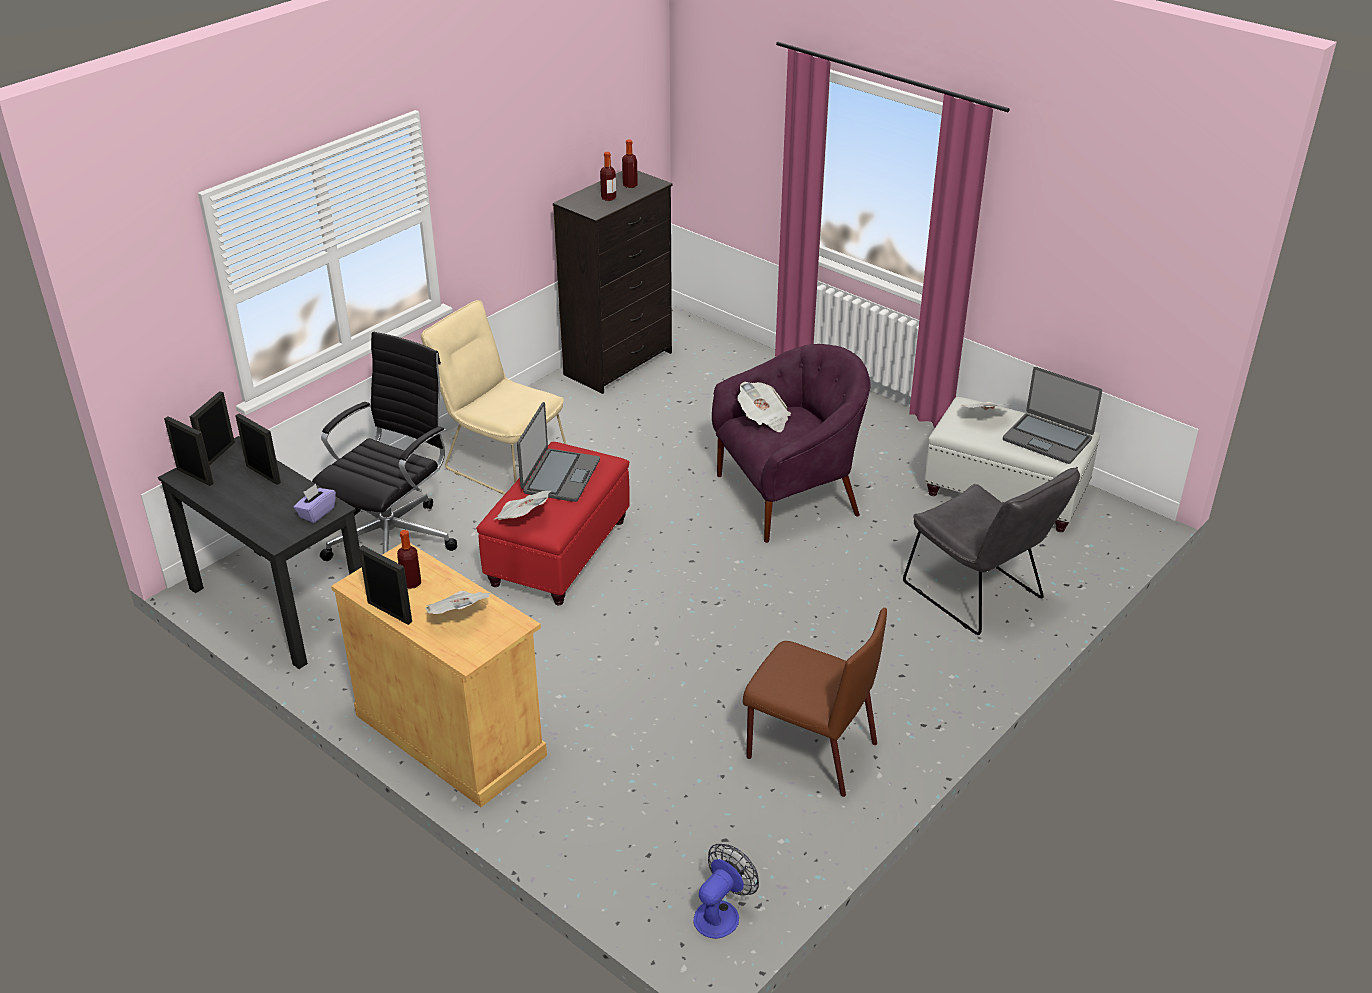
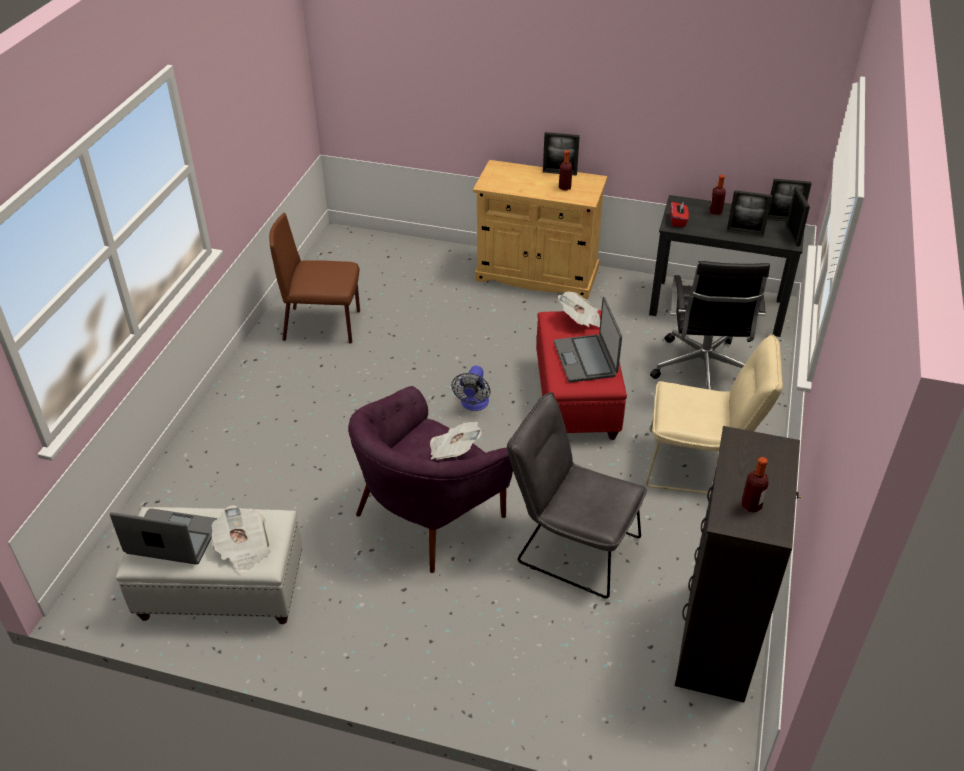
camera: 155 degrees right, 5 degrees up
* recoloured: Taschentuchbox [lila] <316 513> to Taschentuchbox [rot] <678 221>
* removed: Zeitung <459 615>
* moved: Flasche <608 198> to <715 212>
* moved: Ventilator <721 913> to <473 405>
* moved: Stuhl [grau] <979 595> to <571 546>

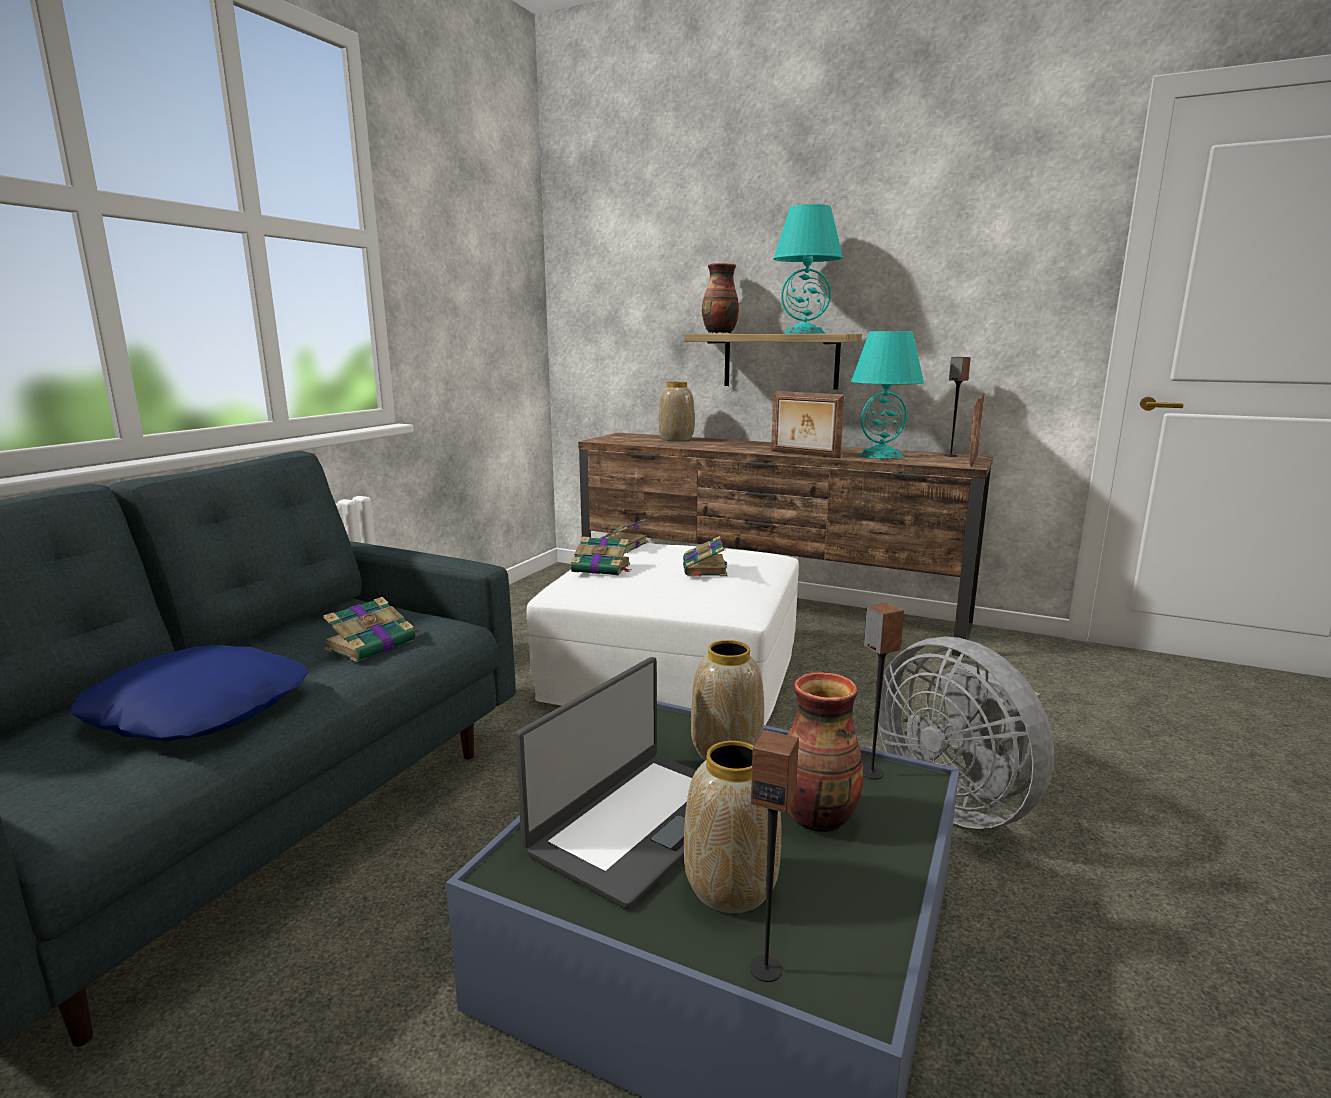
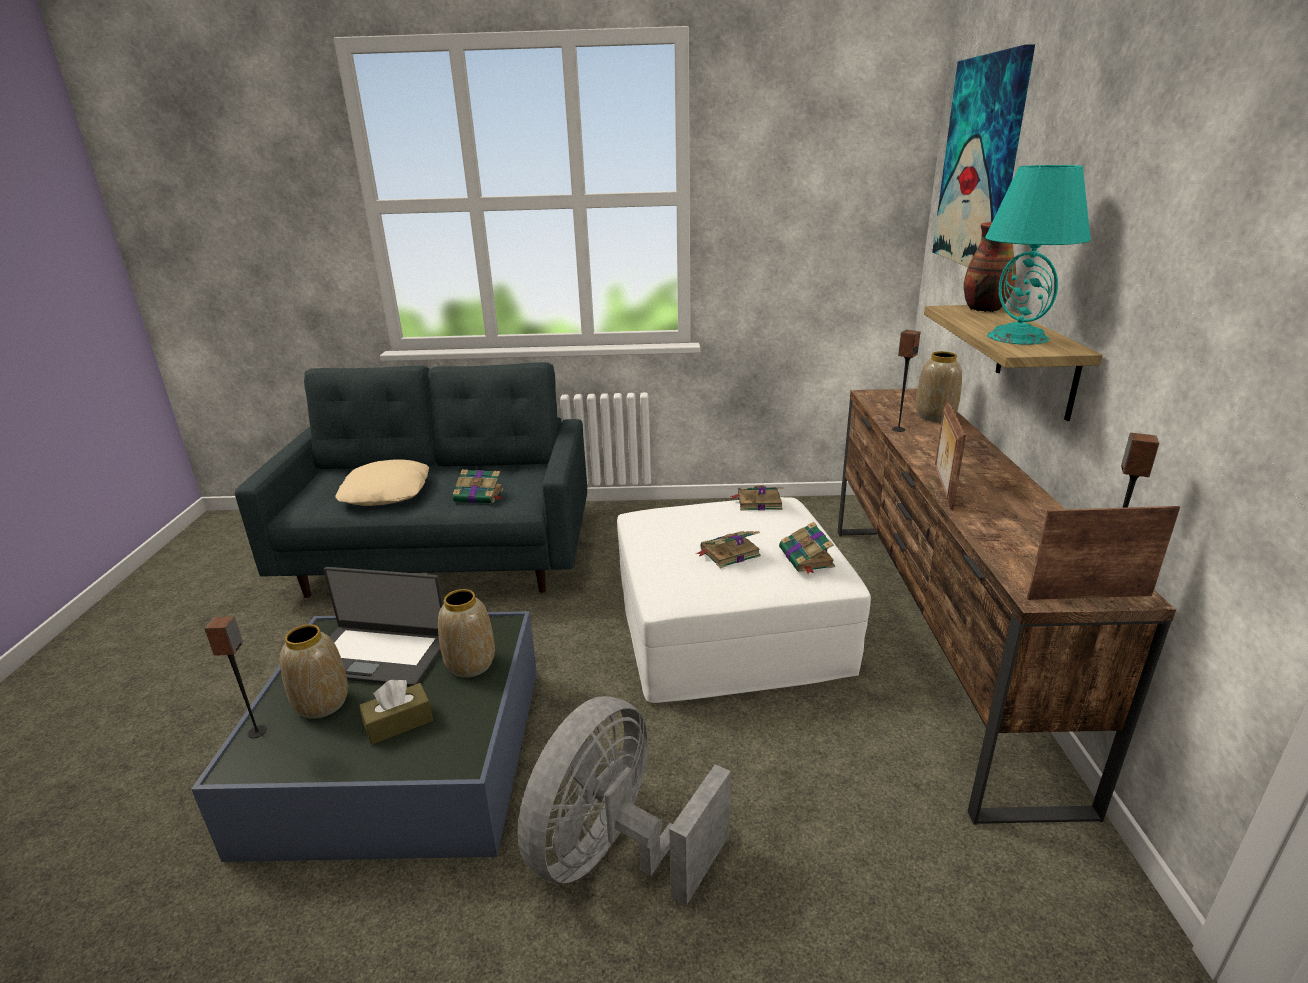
camera: 65 degrees right, 10 degrees up
* recoloured: Kissen [blau] <200 709> to Kissen [beige] <387 492>
* moved: Buch <602 568> to <807 558>
* replaced: Vase <819 818> to Taschentuchbox [braun] <399 723>
* removed: Tischlampe [türkis] <881 455>
* moved: Lautsprecher <871 773> to <898 429>
* added: Bild <980 163>

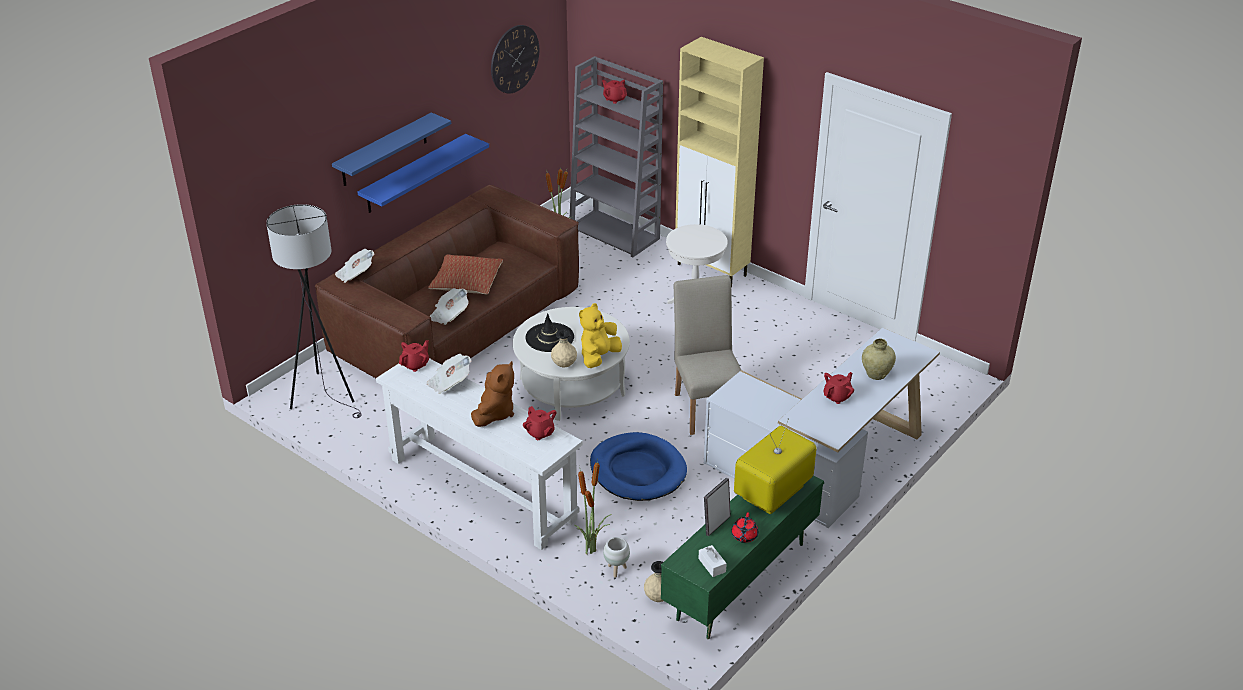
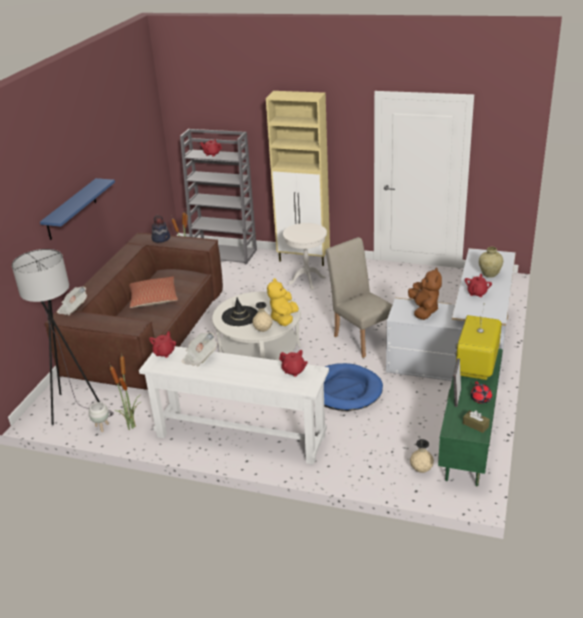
camera: 20 degrees left, 5 degrees down
* removed: Wandregal [blau] <414 174>
* removed: Zeitung <449 315>
* moved: Plüschtier [braun] <495 413> to <424 310>
* removed: Wanduhr <514 59>
* moved: Topfpflanze <592 549> to <132 426>
* moved: Pflanzkübel [weiß] <616 570> to <102 427>
* recoloured: Taschentuchbox [weiß] <712 565> to Taschentuchbox [braun] <475 425>
* added: Hut <161 238>

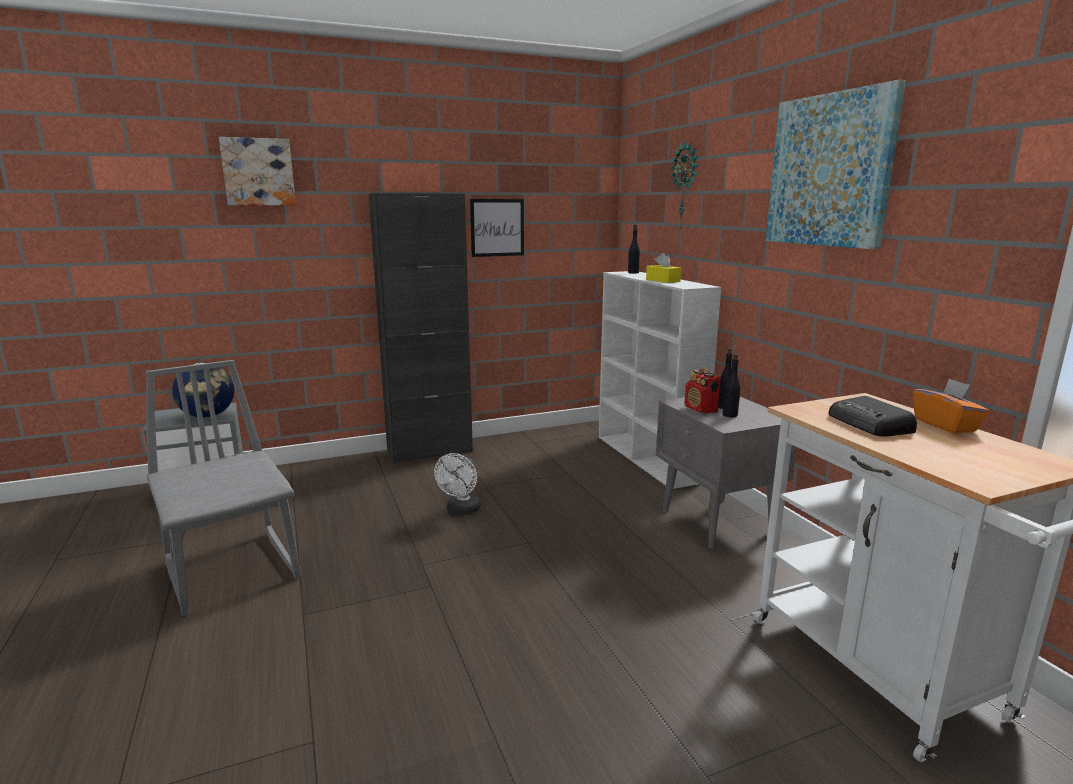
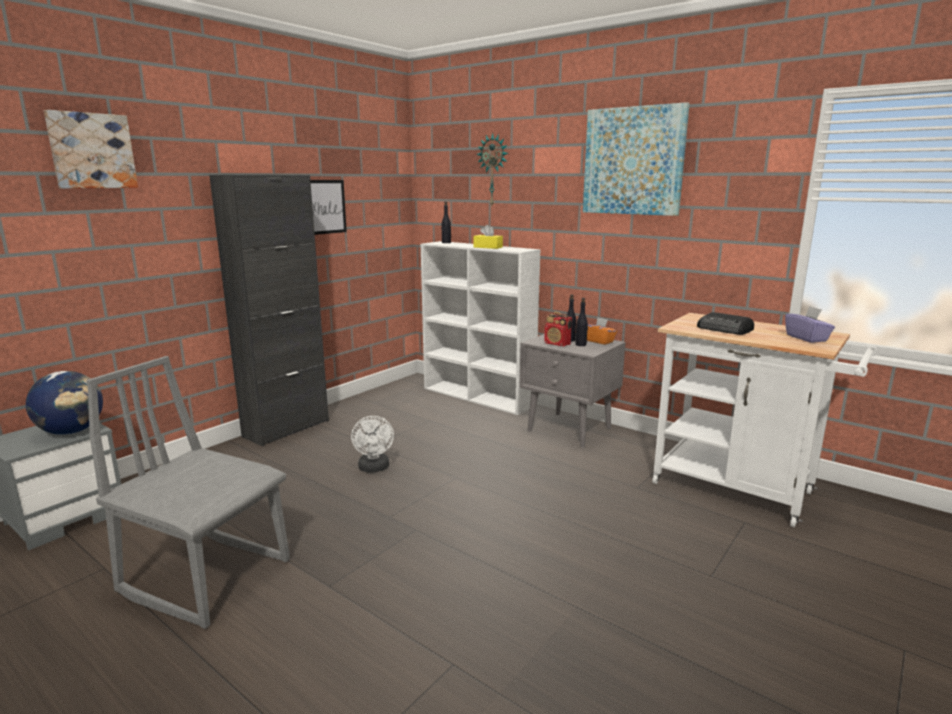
camera: 30 degrees left, 0 degrees up
* moved: Taschentuchbox [orange] <945 425> to <599 341>
* added: Taschentuchbox [lila] <806 338>

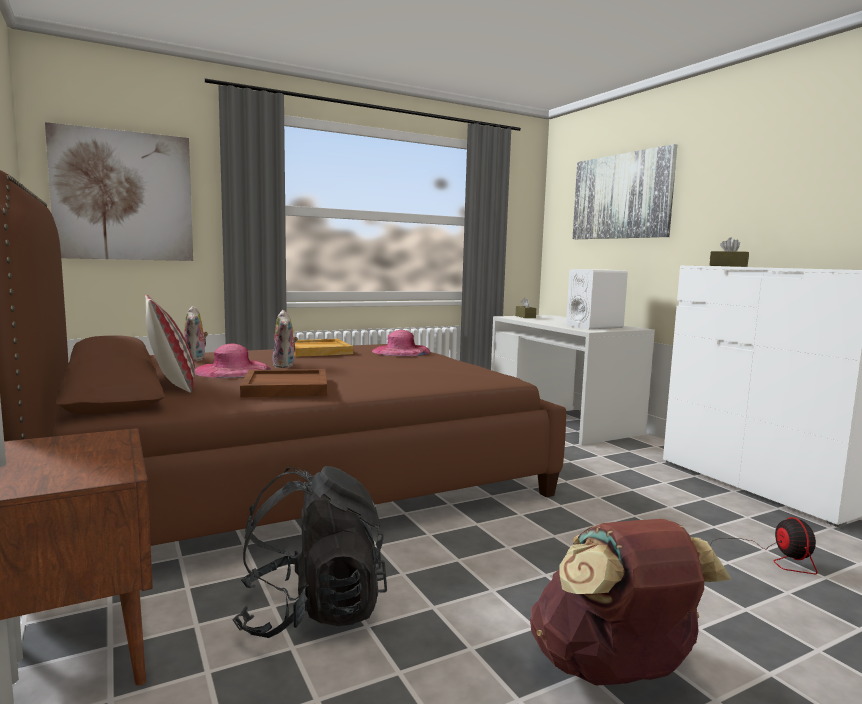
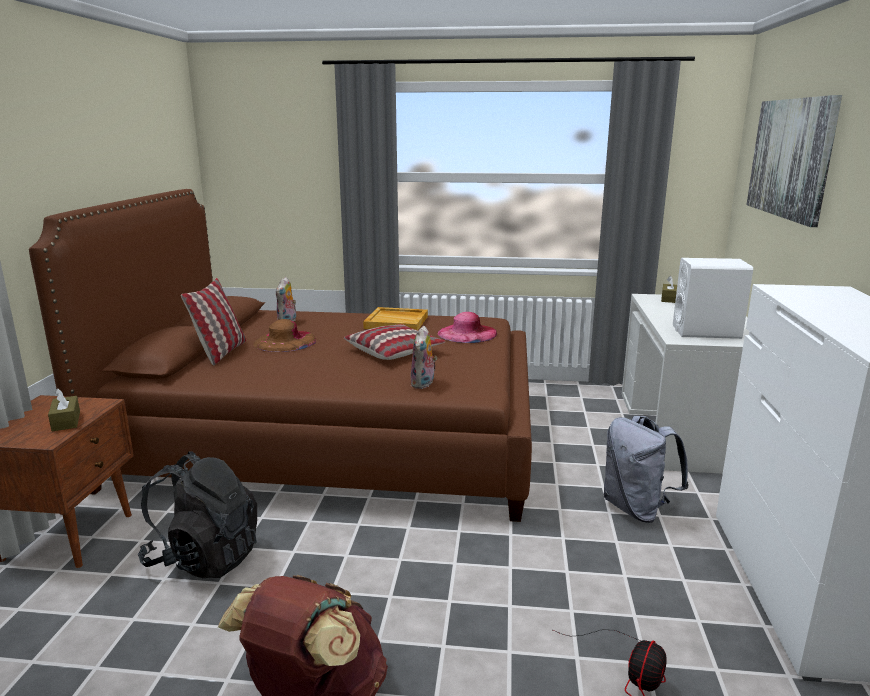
camera: 35 degrees right, 10 degrees up
* removed: Bild <123 196>
* recoloured: Hut [rosa] <232 370> to Hut [braun] <285 341>
* removed: Tablett [braun] <285 387>
* moved: Plüschtier <285 365> to <423 384>
* moved: Taschentuchbox [braun] <728 266> to <66 421>
* added: Kissen <394 351>
* added: Rucksack [grau] <637 509>

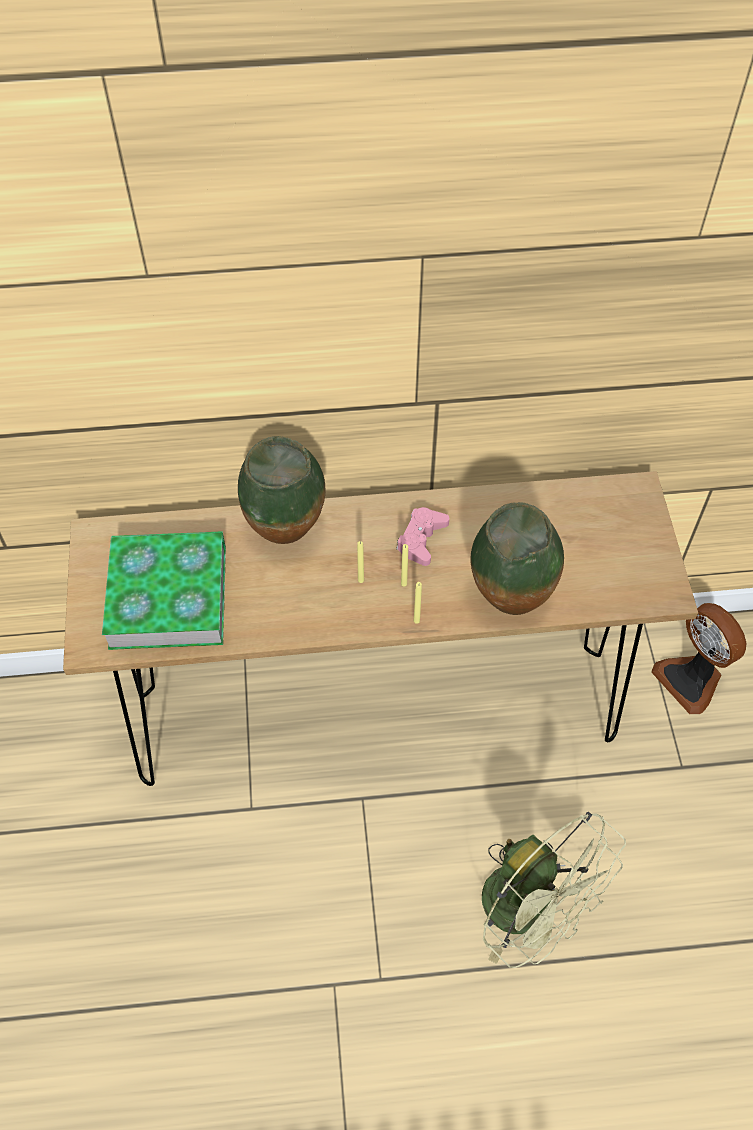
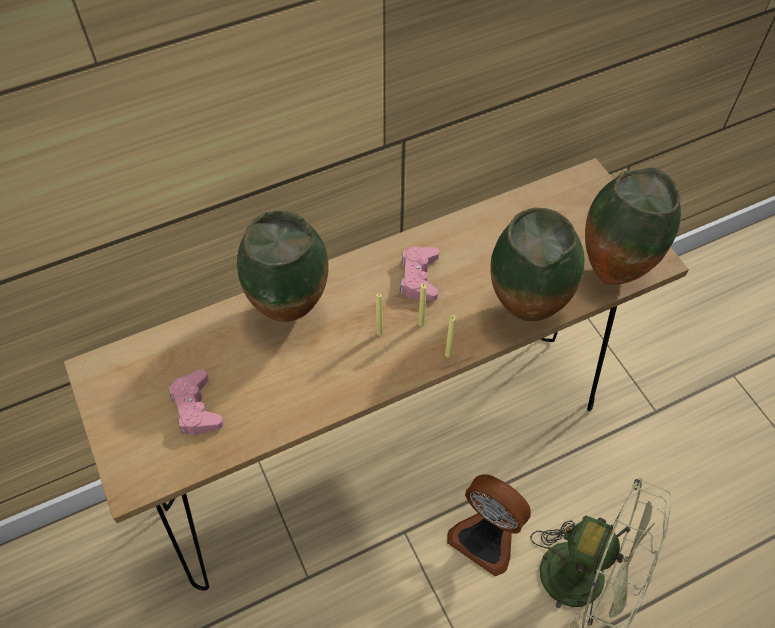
camera: 20 degrees left, 0 degrees up
* replaced: Buch <168 596> to Gamepad [rosa] <196 408>
* moved: Ventilator <691 679> to <486 537>
* added: Vase <611 272>

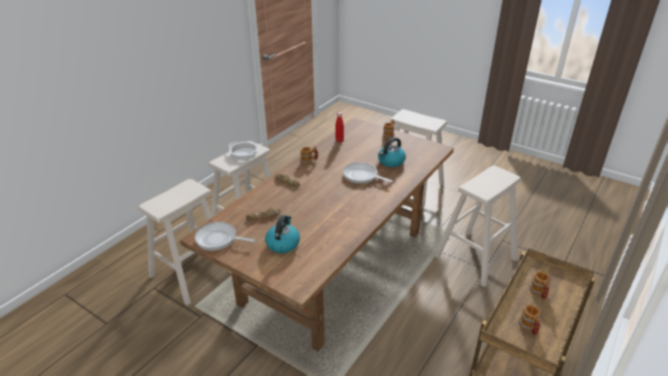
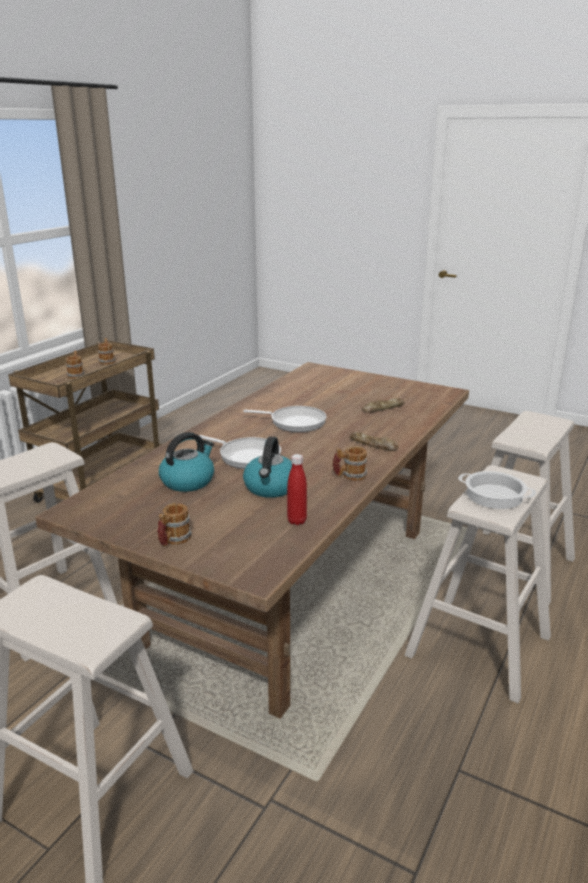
camera: 175 degrees right, 10 degrees down
* moved: Pfanne <218 239> to <294 422>
* moved: Wasserkessel <283 243> to <271 488>

